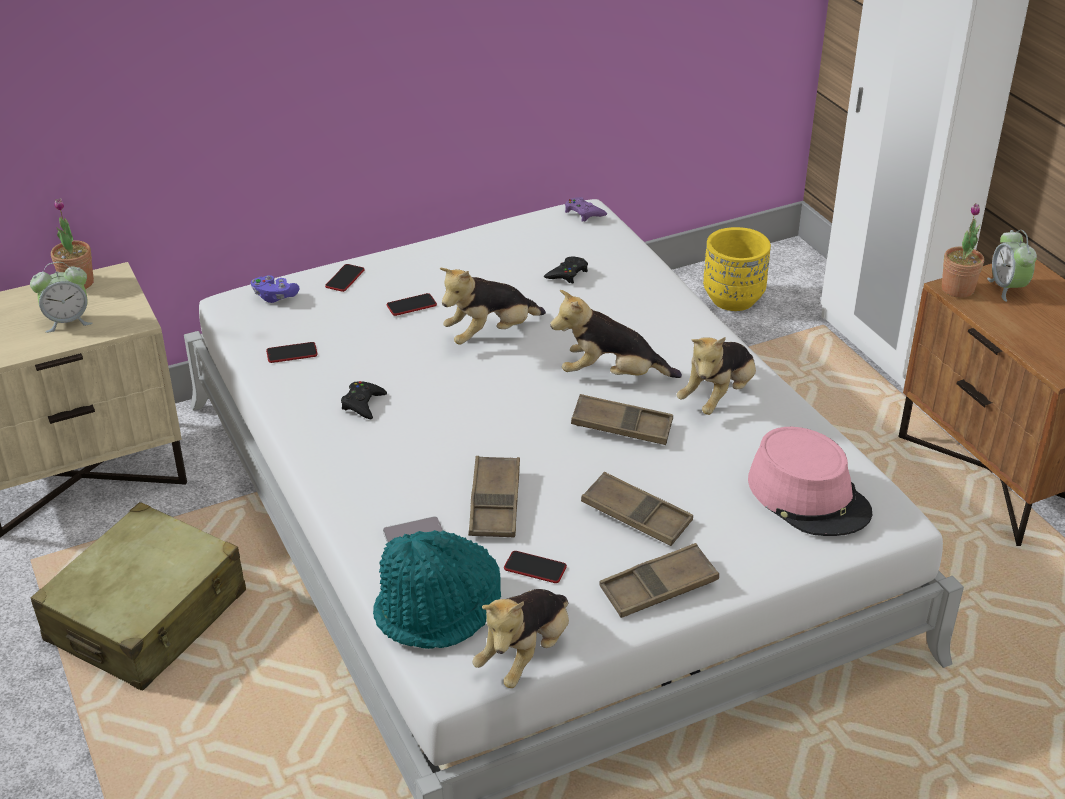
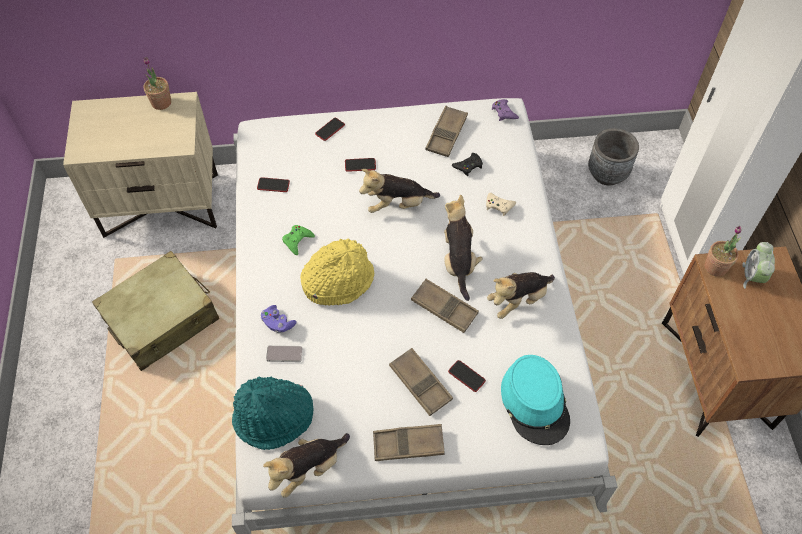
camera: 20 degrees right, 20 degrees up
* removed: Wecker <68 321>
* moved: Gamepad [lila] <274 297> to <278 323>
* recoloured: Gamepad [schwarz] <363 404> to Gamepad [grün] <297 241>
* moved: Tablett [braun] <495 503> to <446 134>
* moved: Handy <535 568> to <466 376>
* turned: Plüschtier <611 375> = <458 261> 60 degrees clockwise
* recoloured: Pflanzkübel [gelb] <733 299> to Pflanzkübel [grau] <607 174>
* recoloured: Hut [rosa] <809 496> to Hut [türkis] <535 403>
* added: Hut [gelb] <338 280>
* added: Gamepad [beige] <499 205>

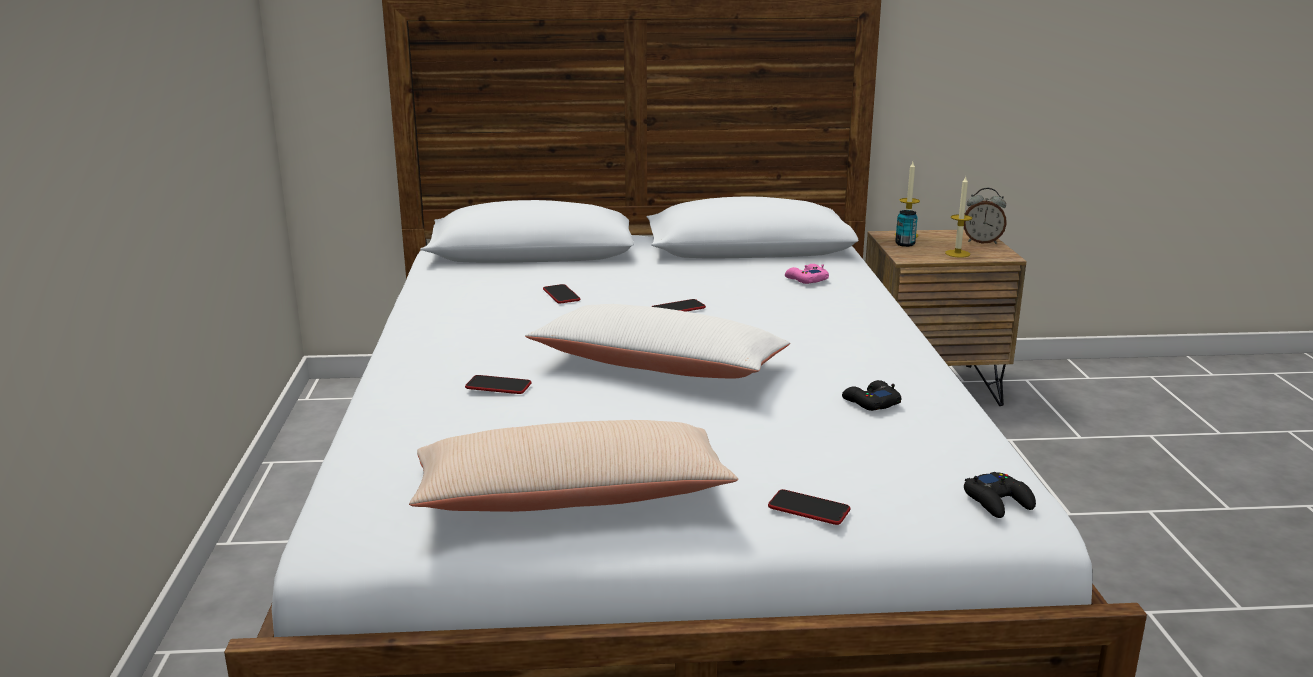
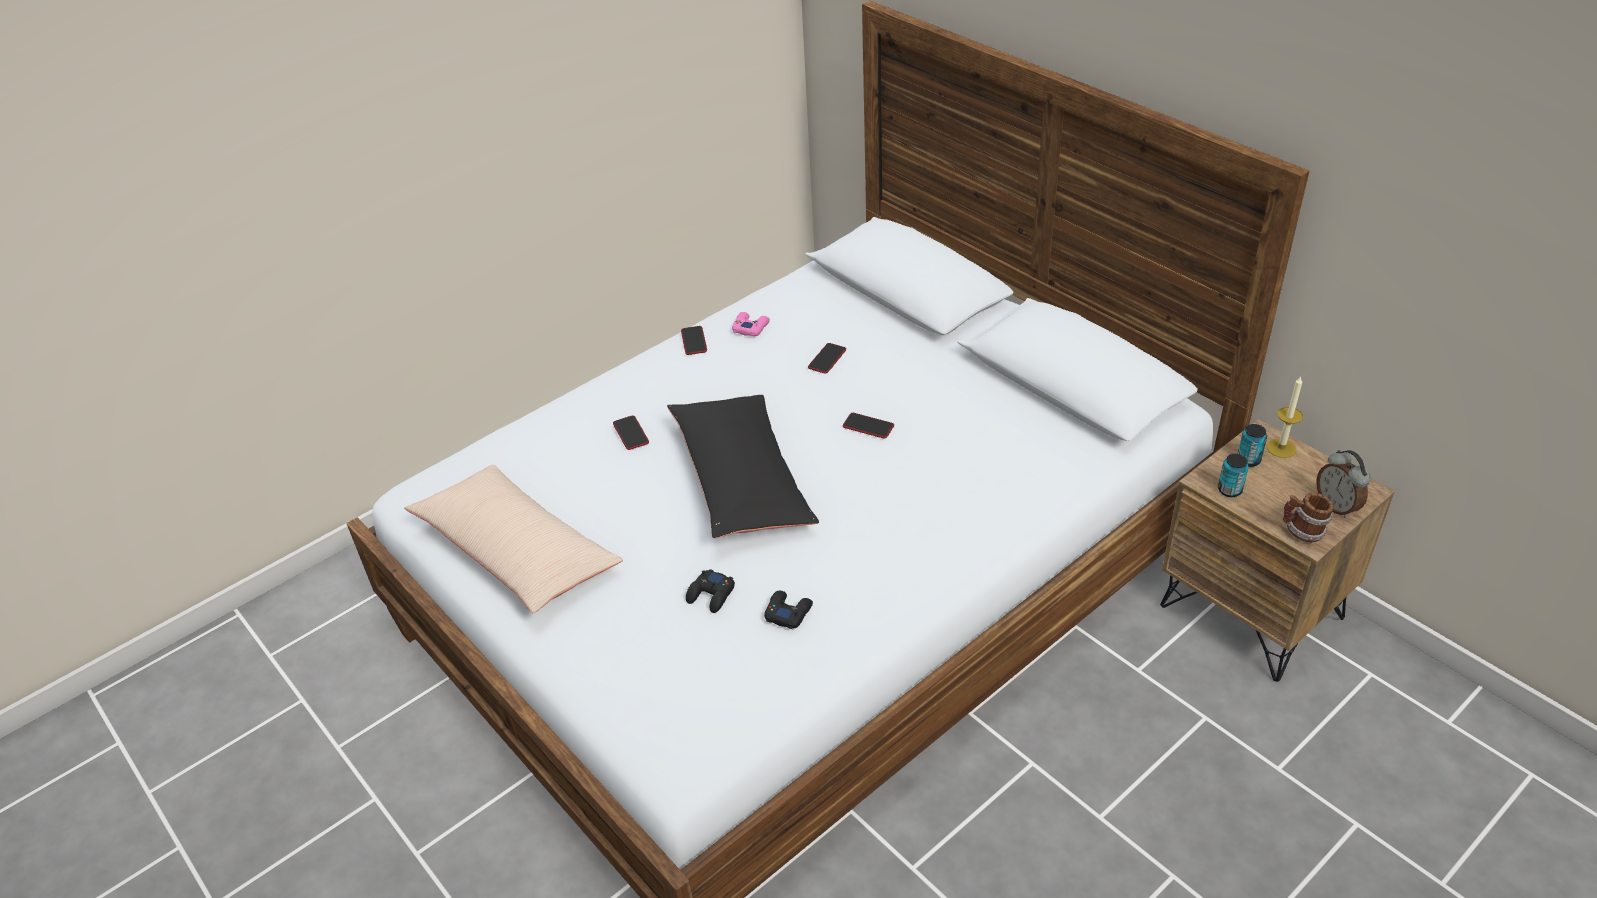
camera: 55 degrees right, 20 degrees up
* recoloured: Kissen [weiß] <659 367> to Kissen [schwarz] <741 480>
* moved: Handy <808 509> to <694 341>
* moved: Gamepad [rosa] <806 279> to <750 327>
* removed: Kerze <957 253>
* moved: Gamepad [schwarz] <998 502> to <711 595>
* added: Dose <1229 490>
* added: Henkelbecher <1302 532>

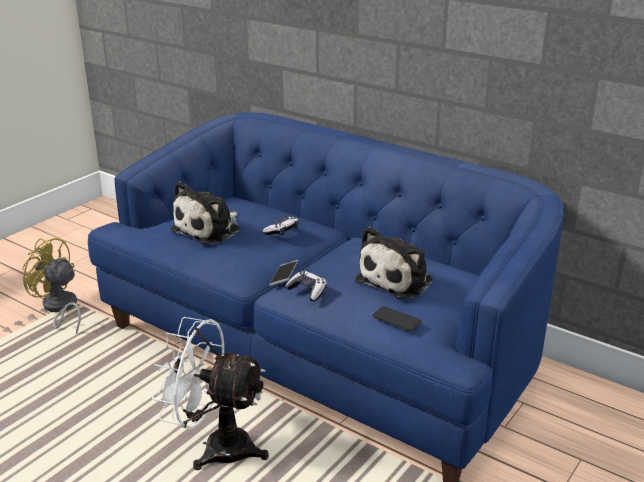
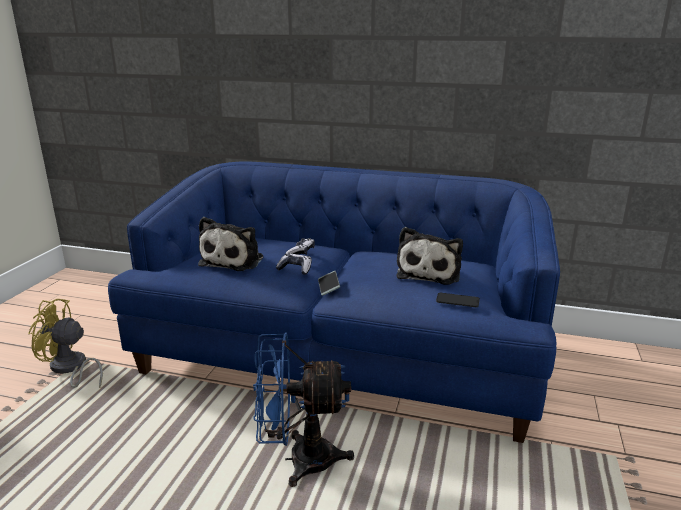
camera: 20 degrees left, 5 degrees down
* recoloured: Ventilator [weiß] <216 447> to Ventilator [blau] <299 460>
* moved: Gamepad <307 291> to <295 269>

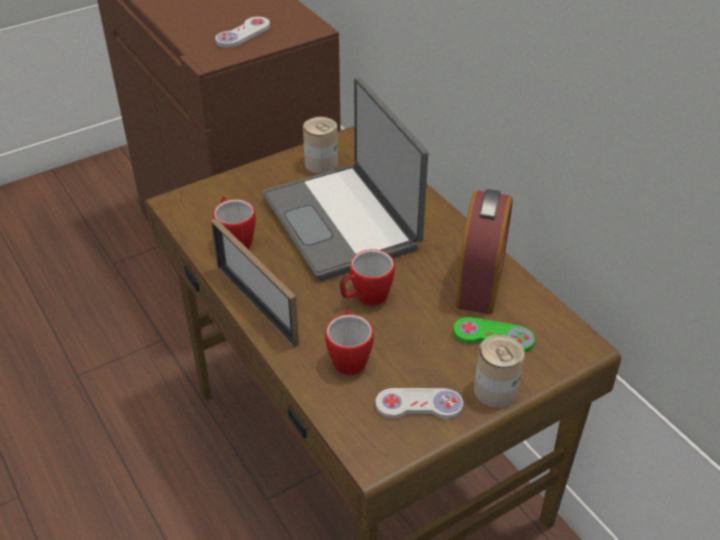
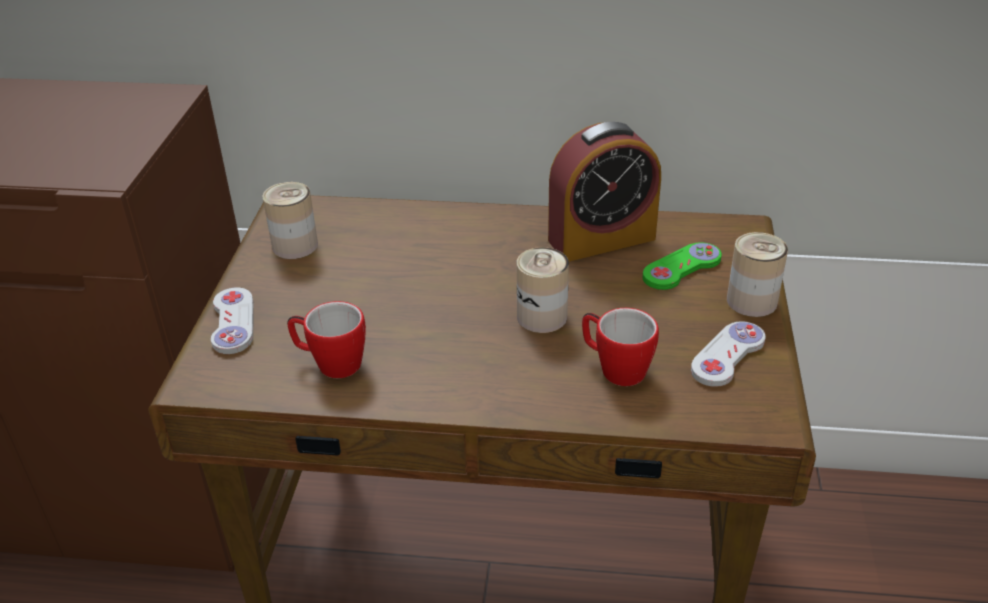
camera: 50 degrees left, 5 degrees down
* removed: Bilderrahmen <256 305>
* moved: Gamepad [weiß] <243 34> to <233 322>
* removed: Laptop <343 222>
* replaced: Henkelbecher <365 298> to Dose <542 317>
* turned: Wecker <480 282> = <601 239> 105 degrees clockwise

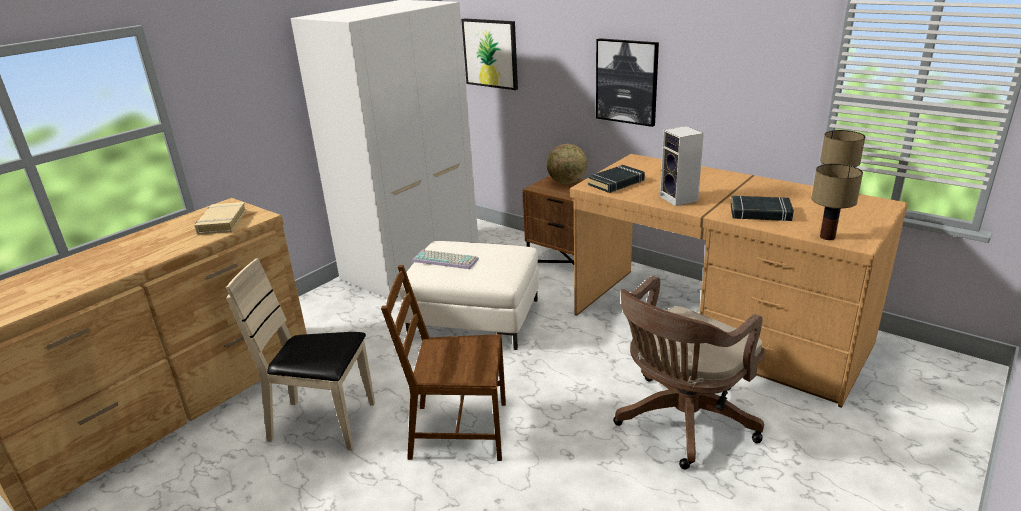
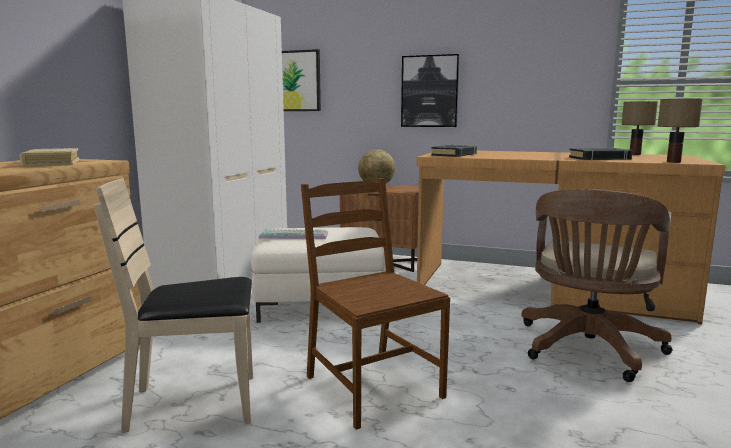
camera: 20 degrees left, 15 degrees down
* turned: Stuhl [braun] <457 431> = <371 387> 75 degrees clockwise
* removed: Lautsprecher <680 199>

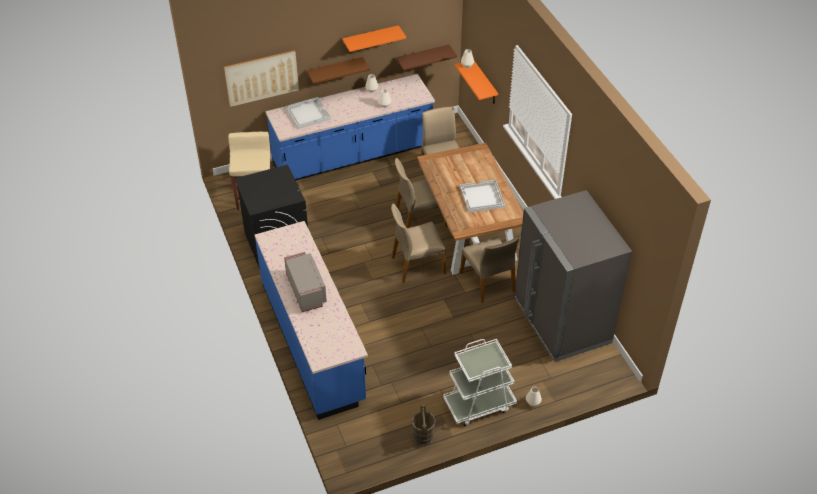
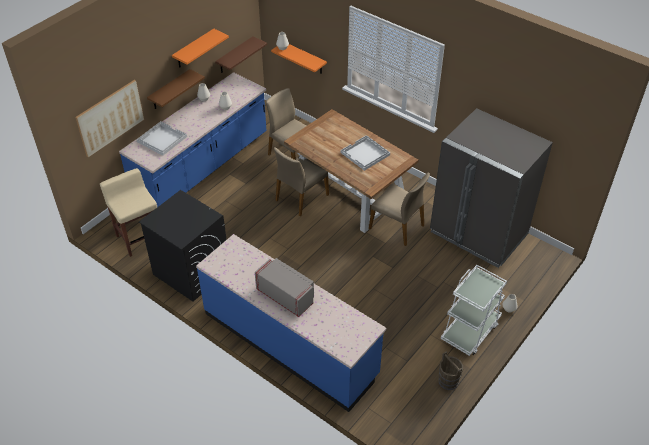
camera: 30 degrees left, 0 degrees up
* removed: Stuhl [beige] <417 265>

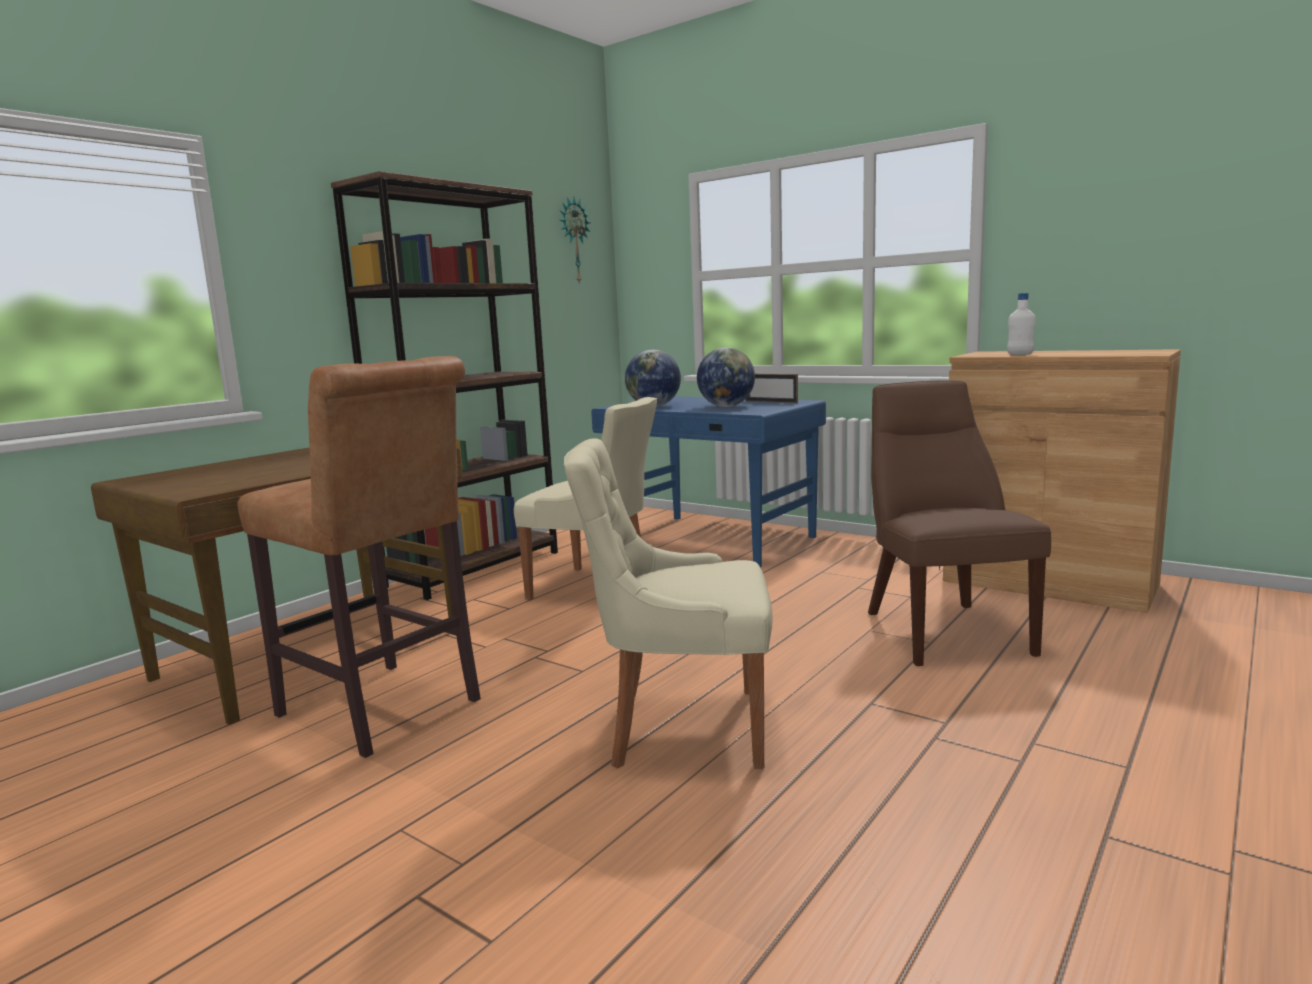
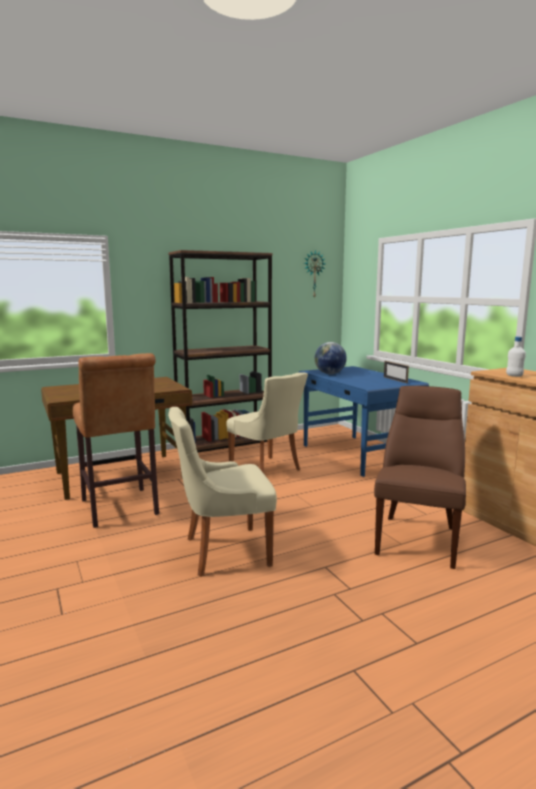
camera: 25 degrees right, 0 degrees up
* turned: Stuhl [beige] <680 727> = <223 551> 45 degrees counterclockwise
* removed: Globus <726 406>

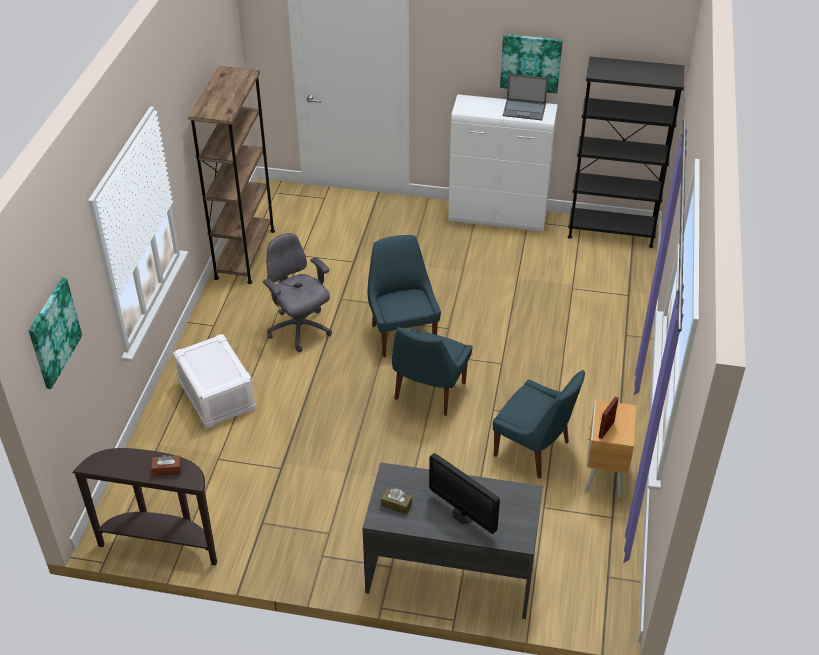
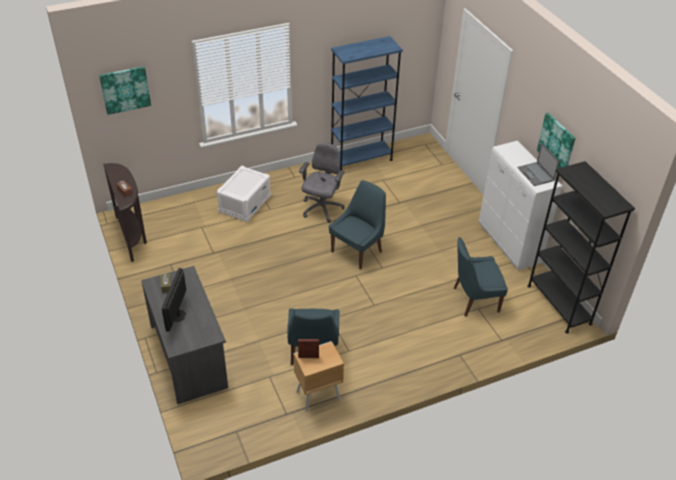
camera: 55 degrees right, 0 degrees up
* recoloured: Bücherregal [braun] <245 254> to Bücherregal [blau] <361 159>
* moved: Stuhl [blau] <428 393> to <474 300>

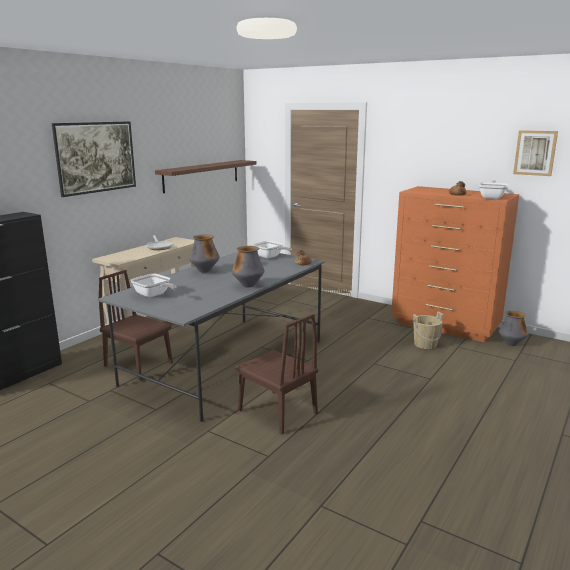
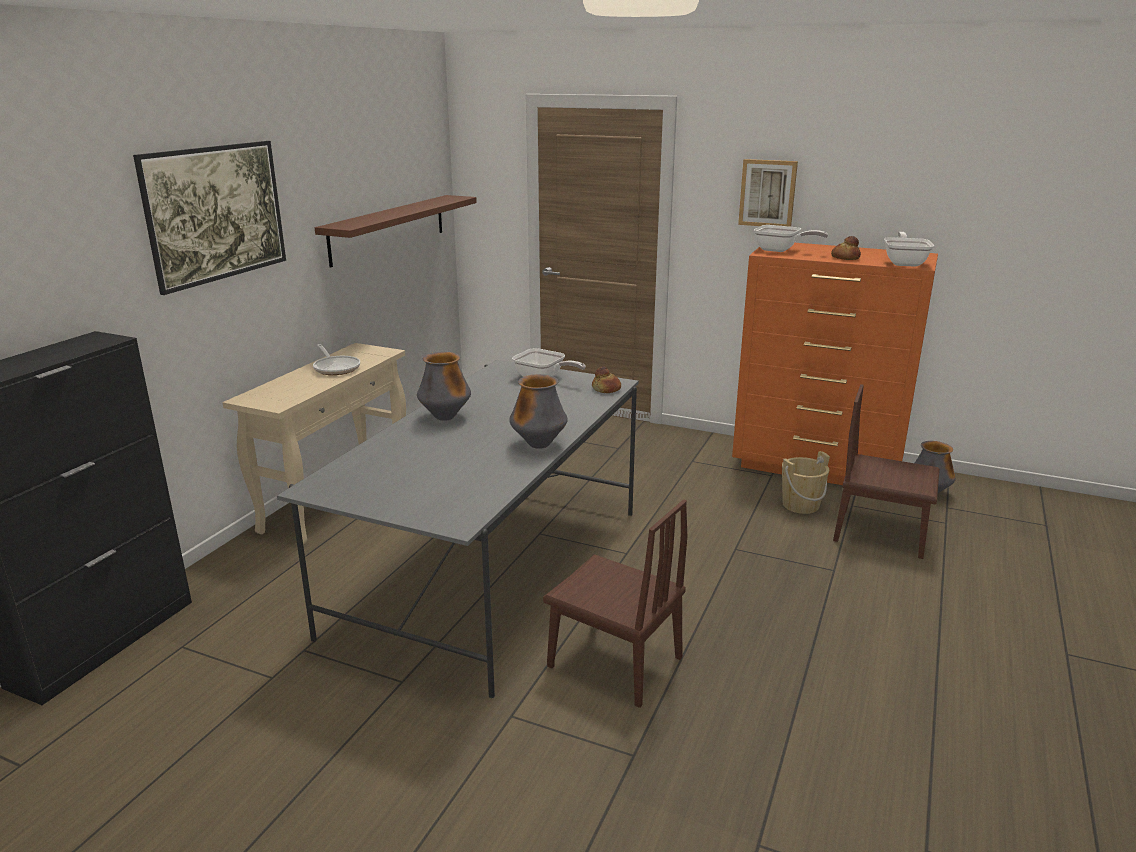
camera: 10 degrees left, 5 degrees up
* moved: Stuhl [braun] <138 364> to <880 533>
* moved: Pfanne <153 295> to <780 250>
* moved: Bild <535 153> to <767 193>

